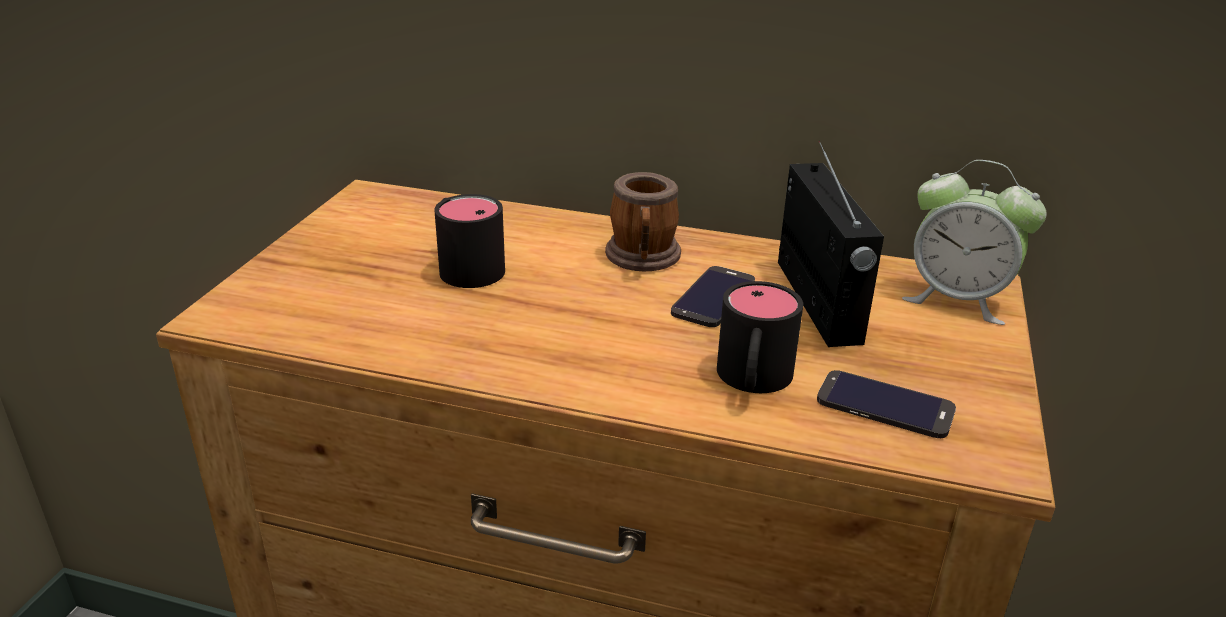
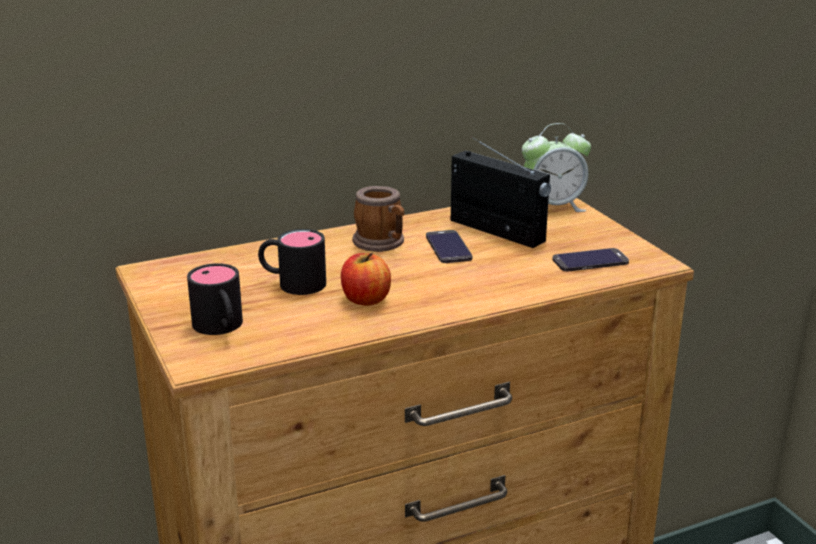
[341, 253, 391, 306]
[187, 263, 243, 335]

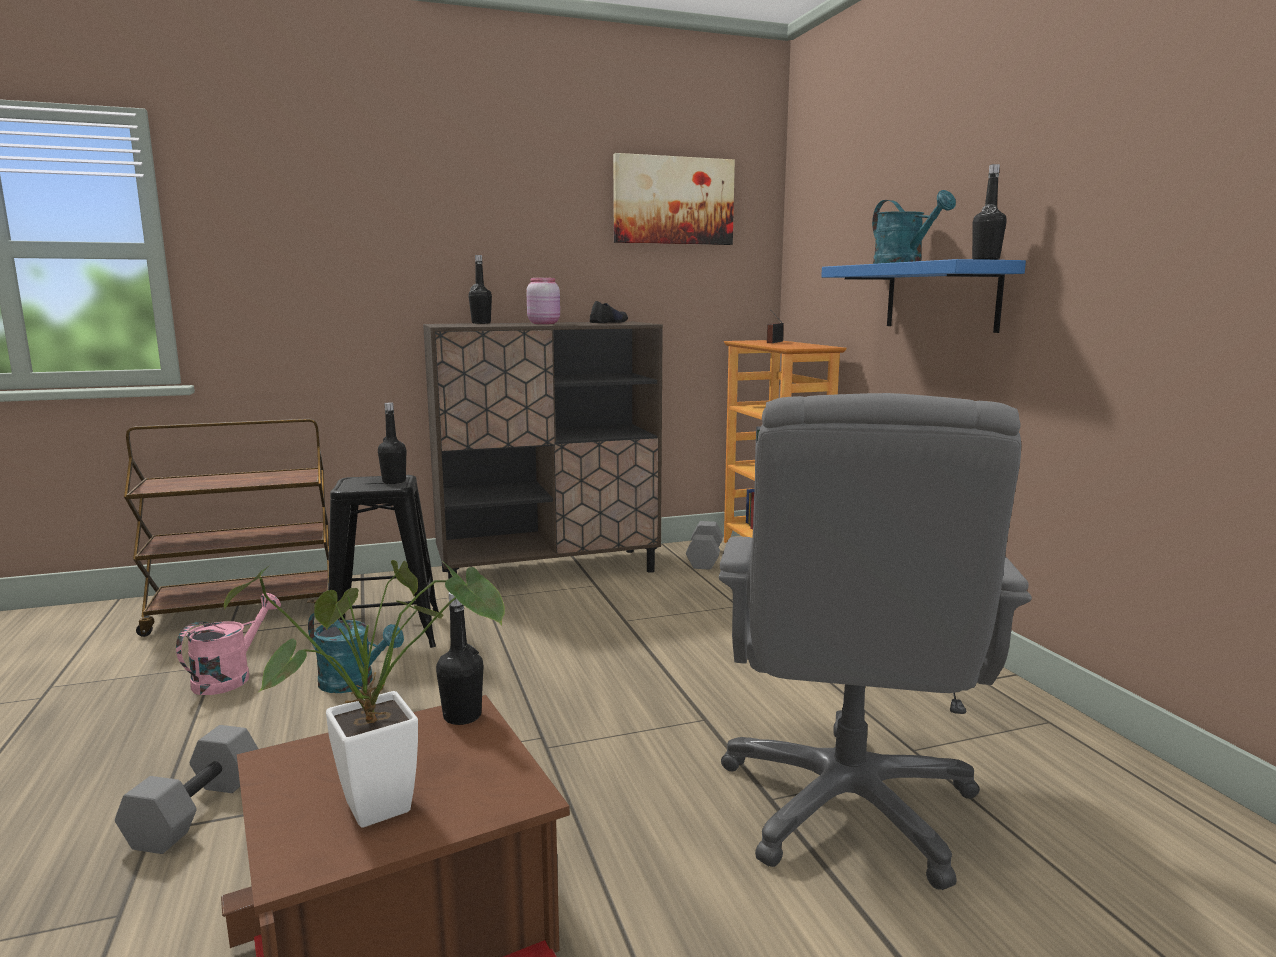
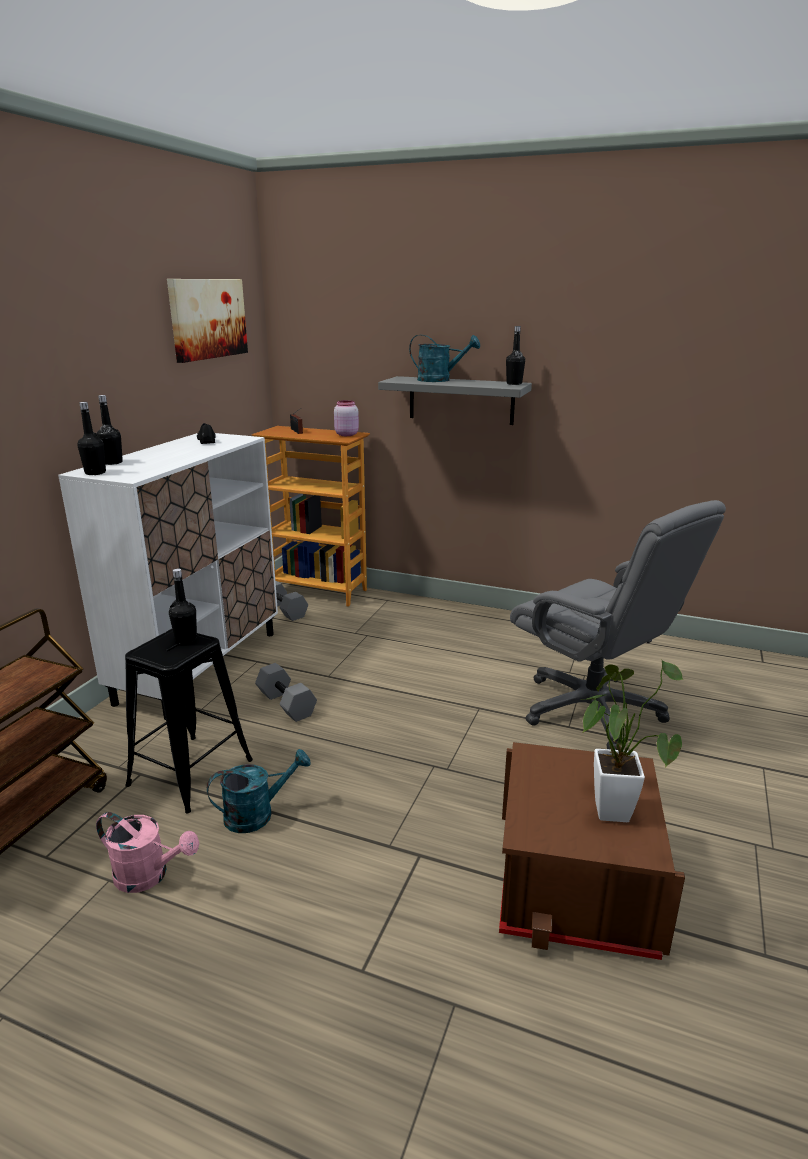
[255, 663, 317, 722]
[78, 402, 106, 475]
[334, 400, 359, 436]
[58, 433, 278, 720]
[378, 376, 532, 425]
[96, 812, 199, 893]

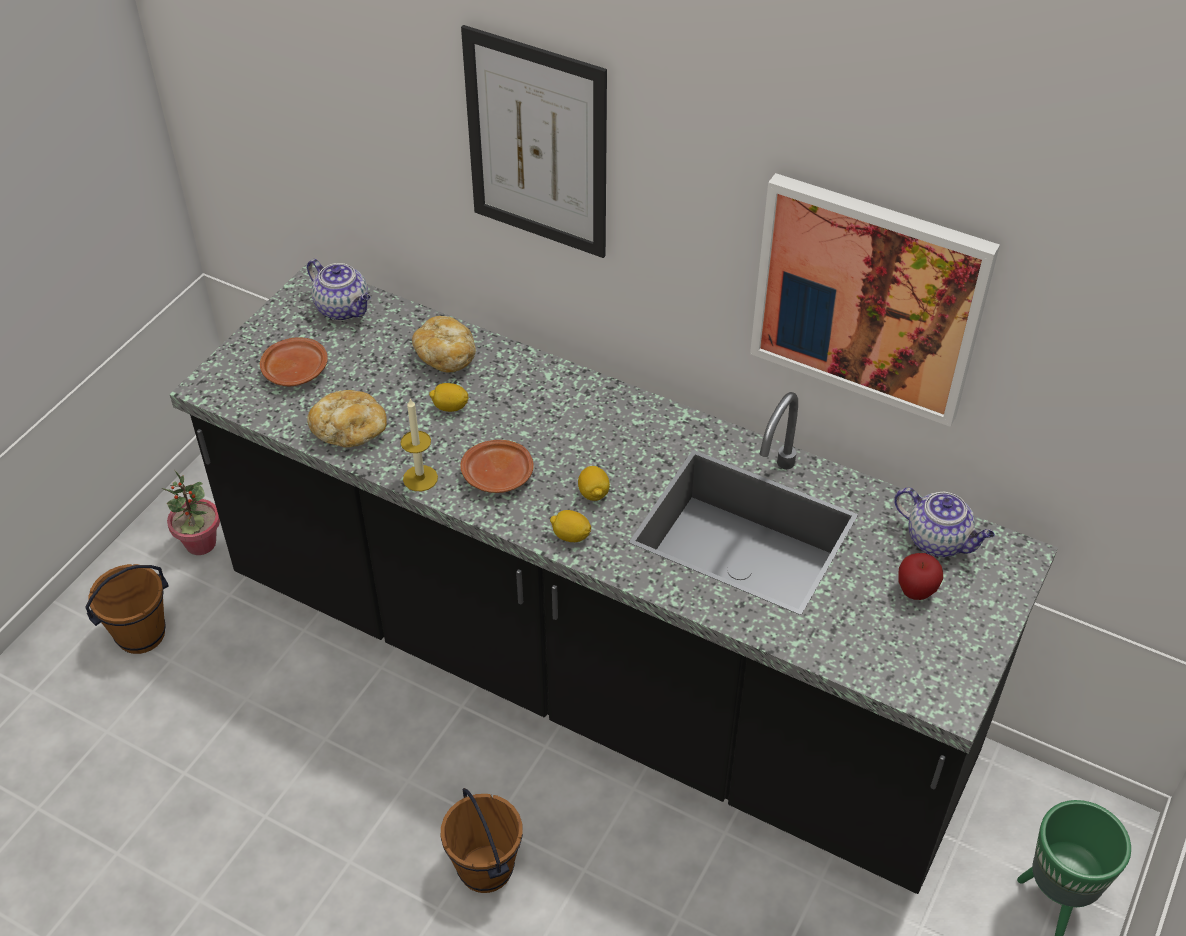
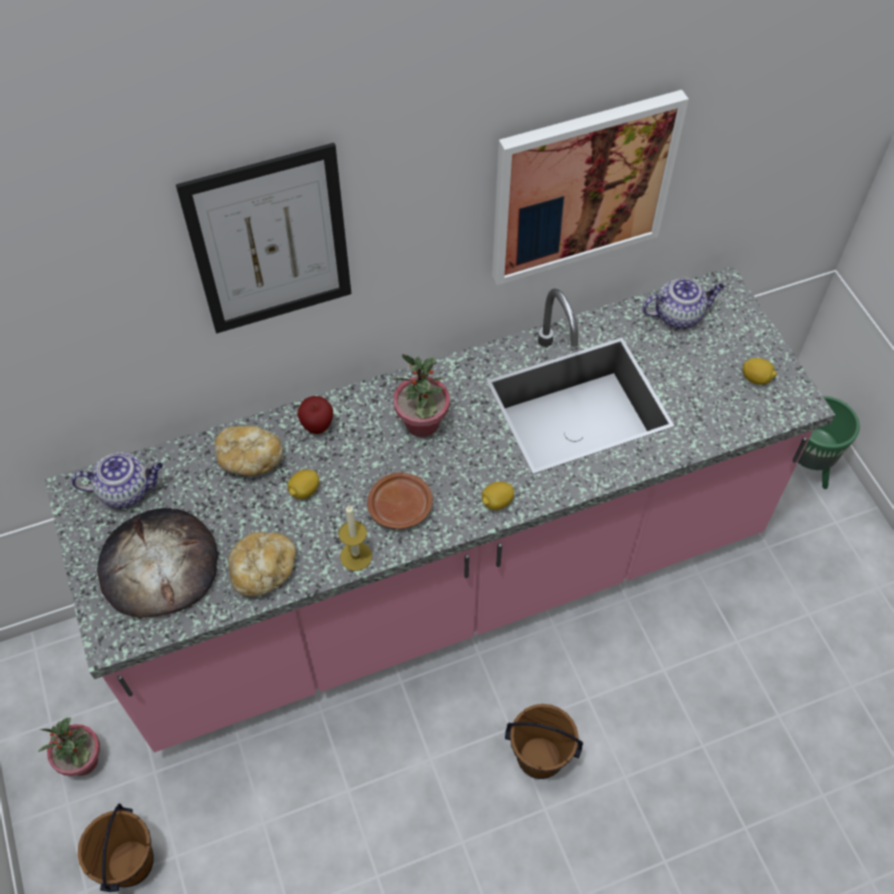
[392, 354, 450, 437]
[743, 358, 777, 385]
[297, 396, 333, 434]
[97, 508, 218, 618]
[45, 266, 835, 752]

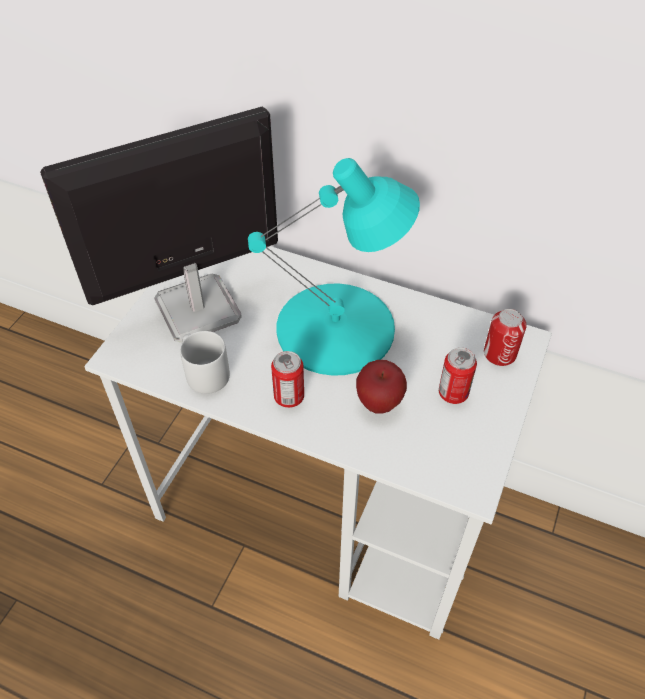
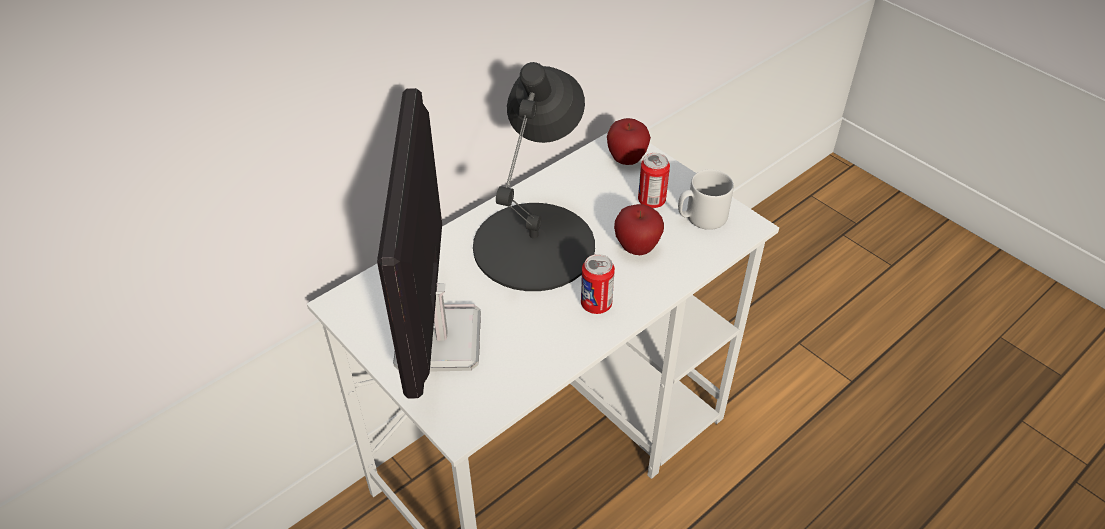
[678, 169, 734, 230]
[607, 118, 651, 165]
[473, 62, 595, 291]

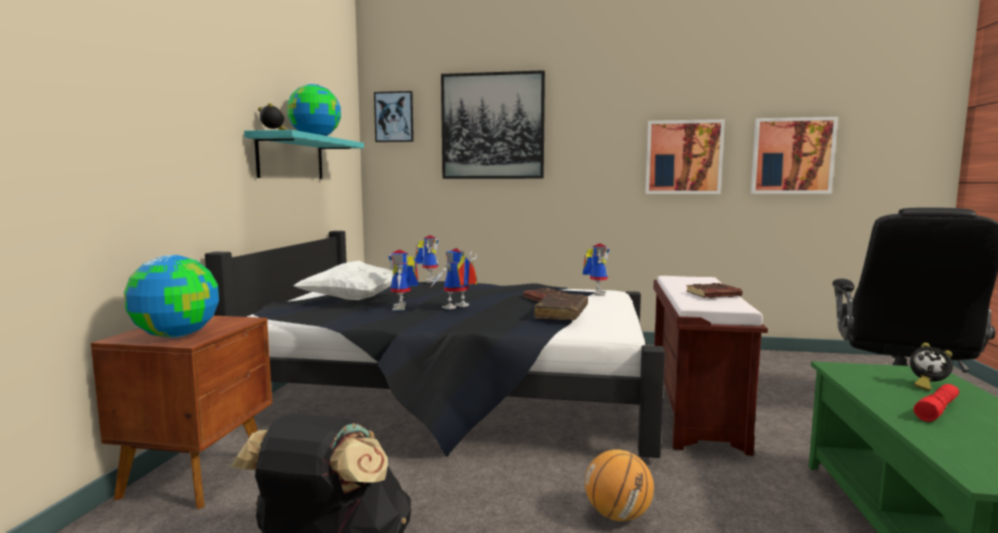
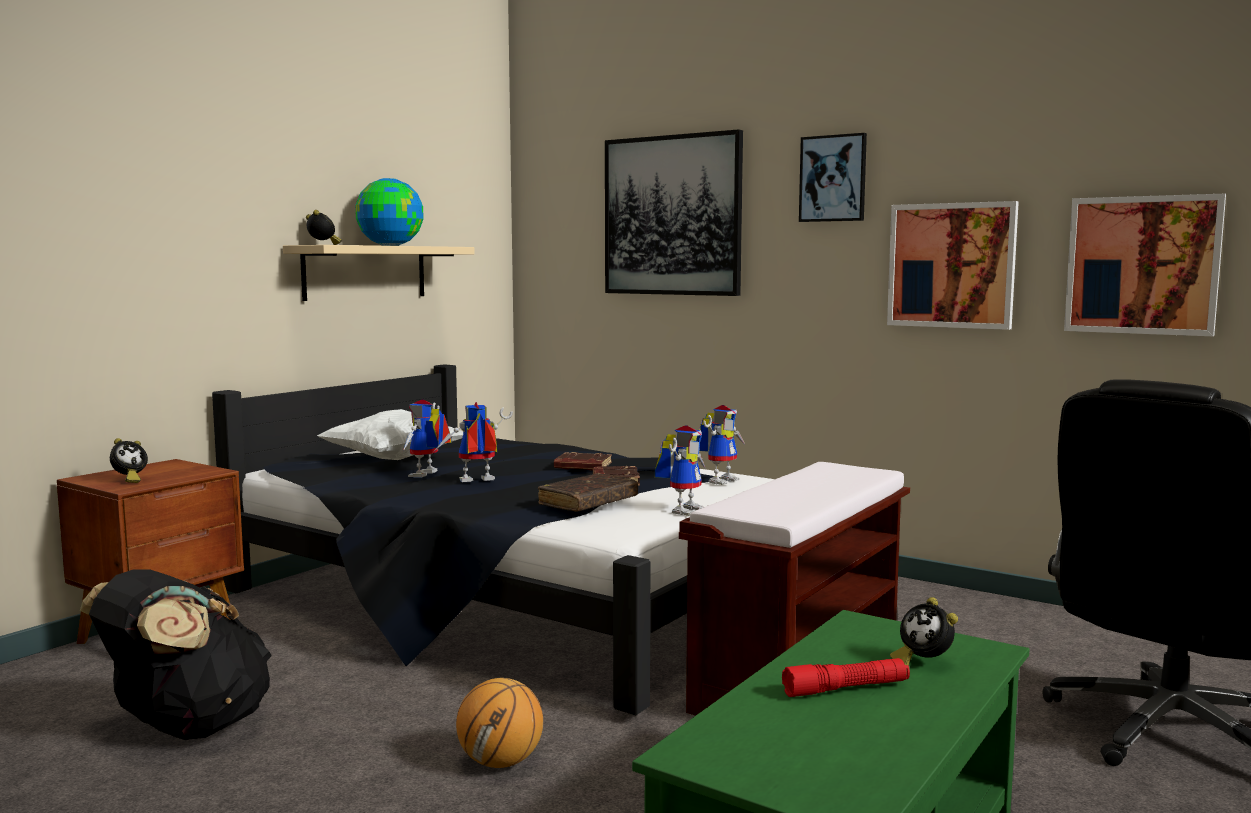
[799, 133, 867, 222]
[655, 425, 706, 516]
[554, 452, 612, 470]
[110, 438, 148, 483]
[283, 245, 475, 301]

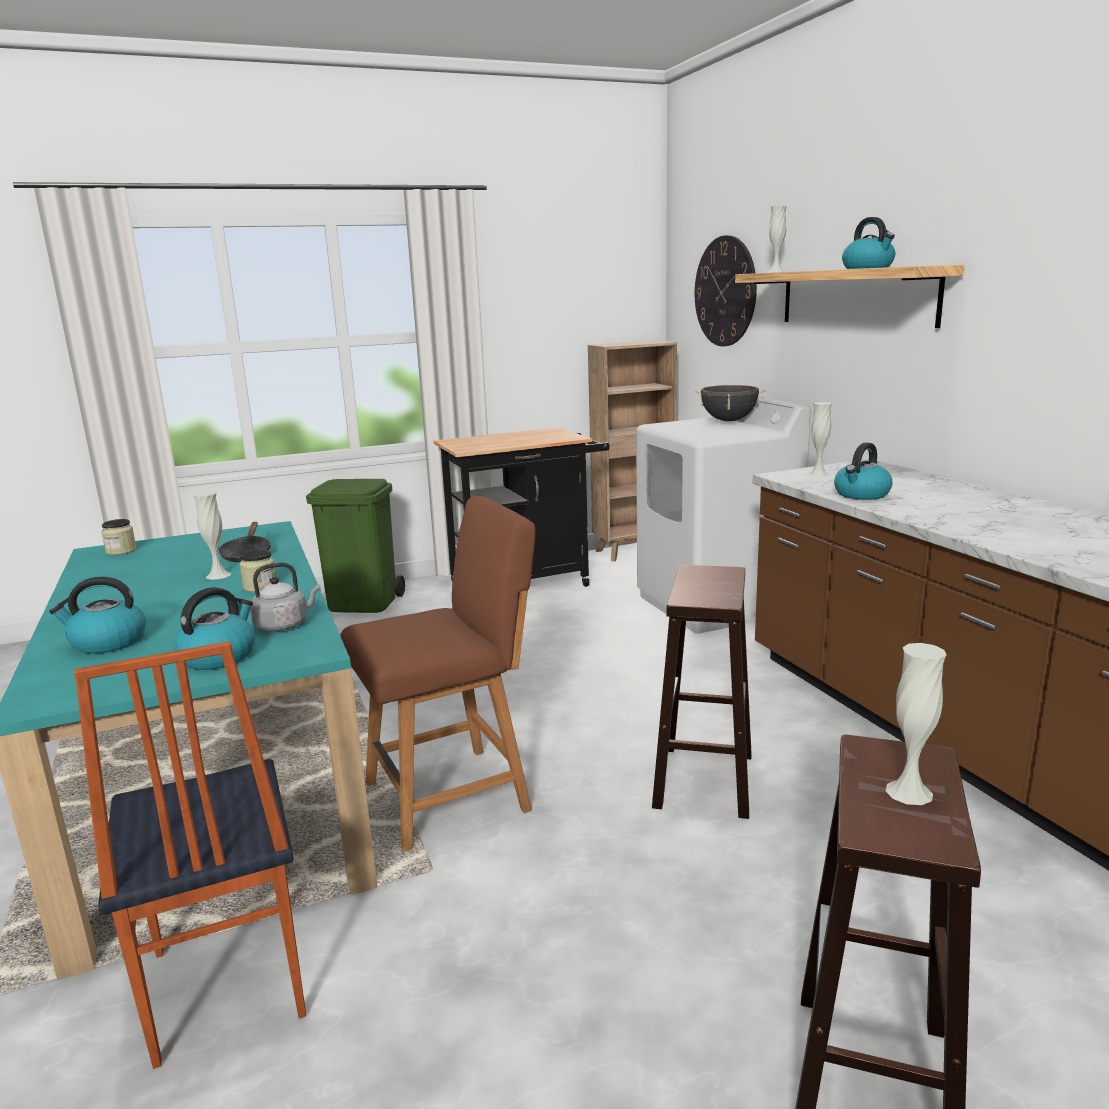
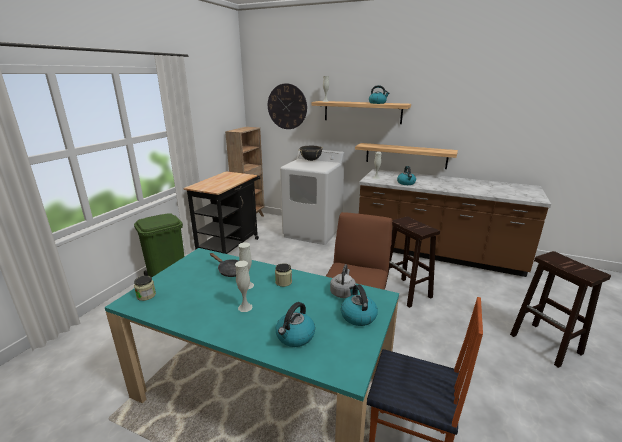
[355, 143, 458, 169]
[235, 261, 253, 312]

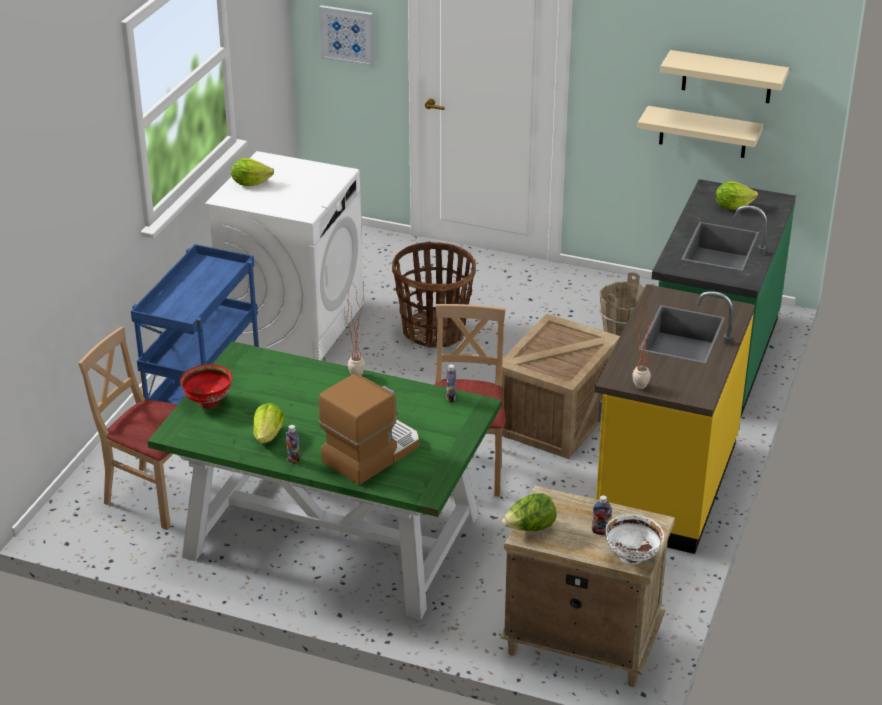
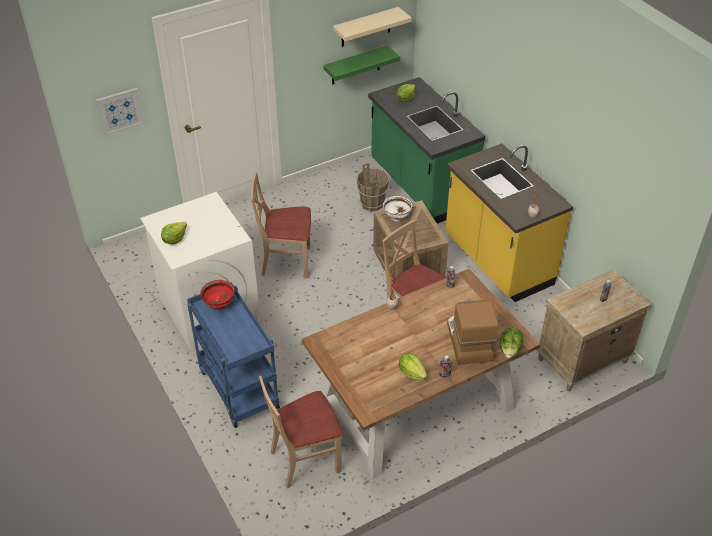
[200, 280, 235, 309]
[500, 327, 523, 359]
[383, 196, 412, 221]
[251, 172, 311, 278]
[302, 269, 540, 479]
[323, 45, 400, 85]

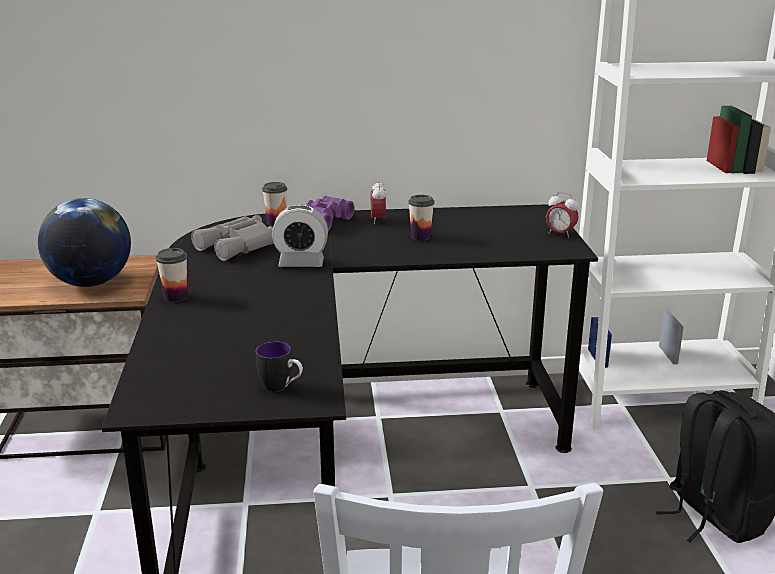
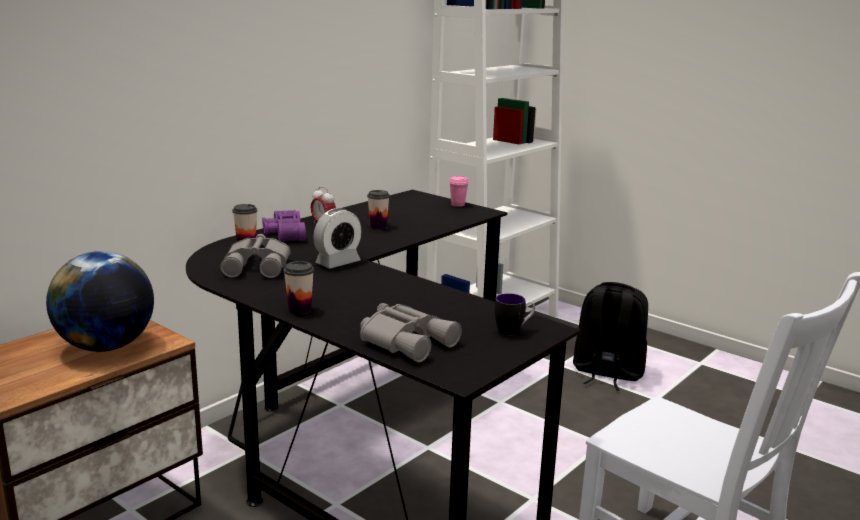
[360, 303, 462, 362]
[449, 176, 469, 207]

